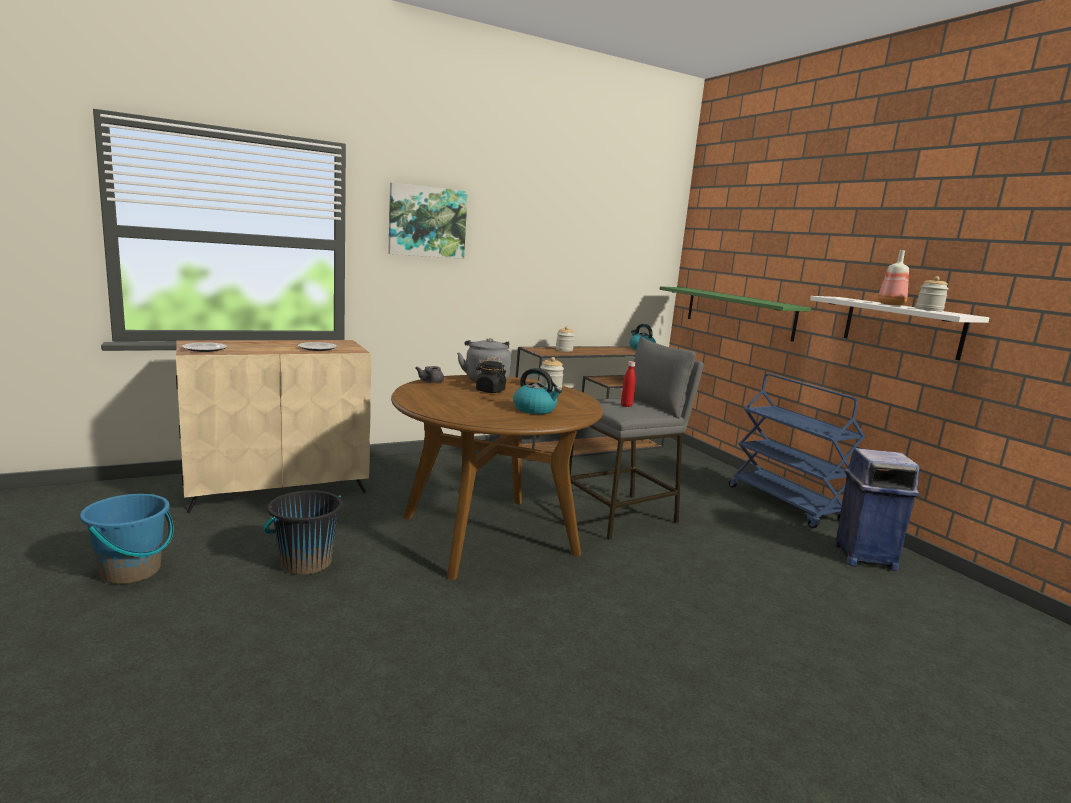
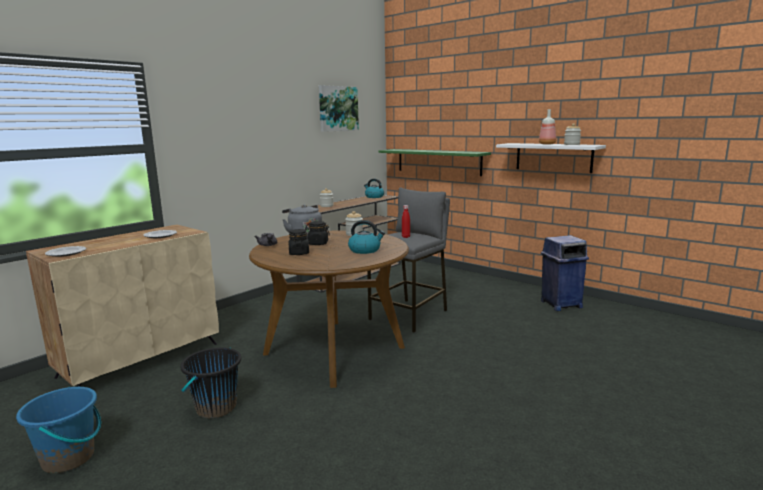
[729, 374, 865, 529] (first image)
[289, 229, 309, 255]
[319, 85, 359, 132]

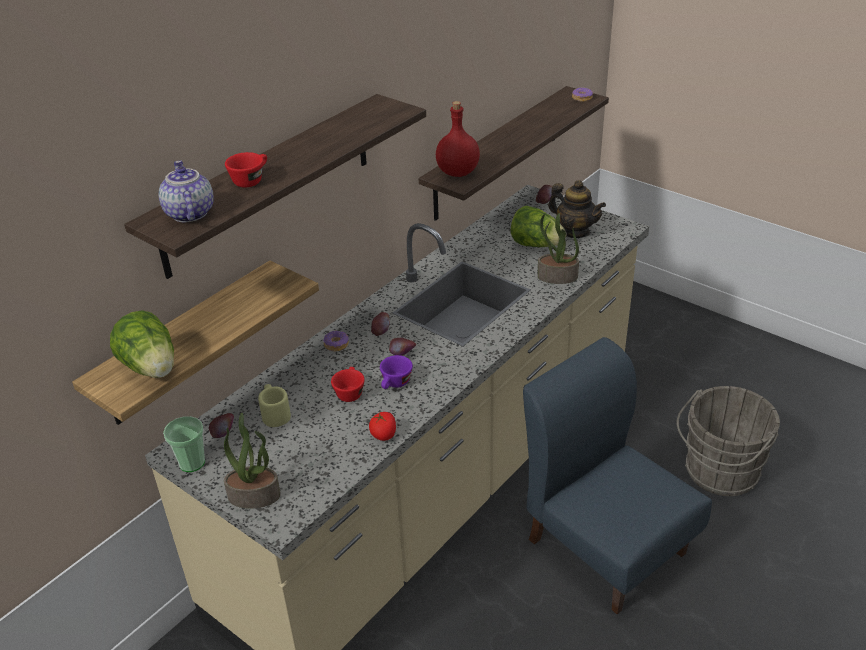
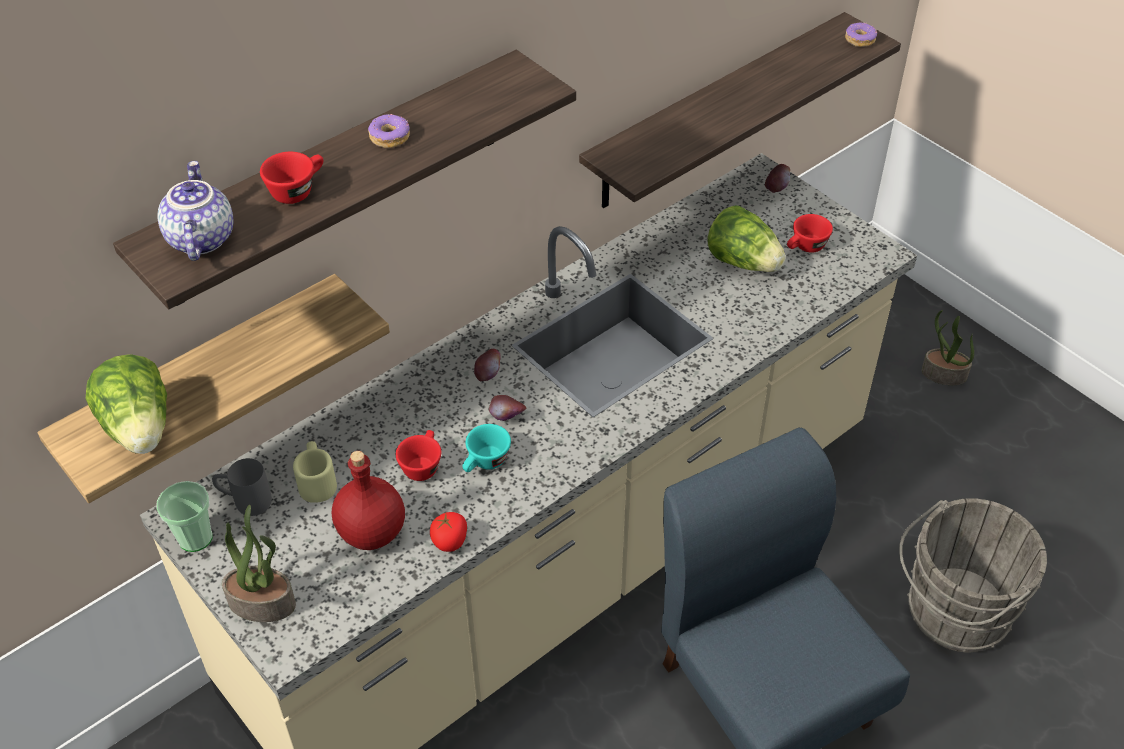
[368, 114, 410, 148]
[332, 451, 405, 550]
[921, 310, 974, 385]
[212, 458, 272, 516]
[787, 214, 833, 253]
[462, 424, 511, 472]

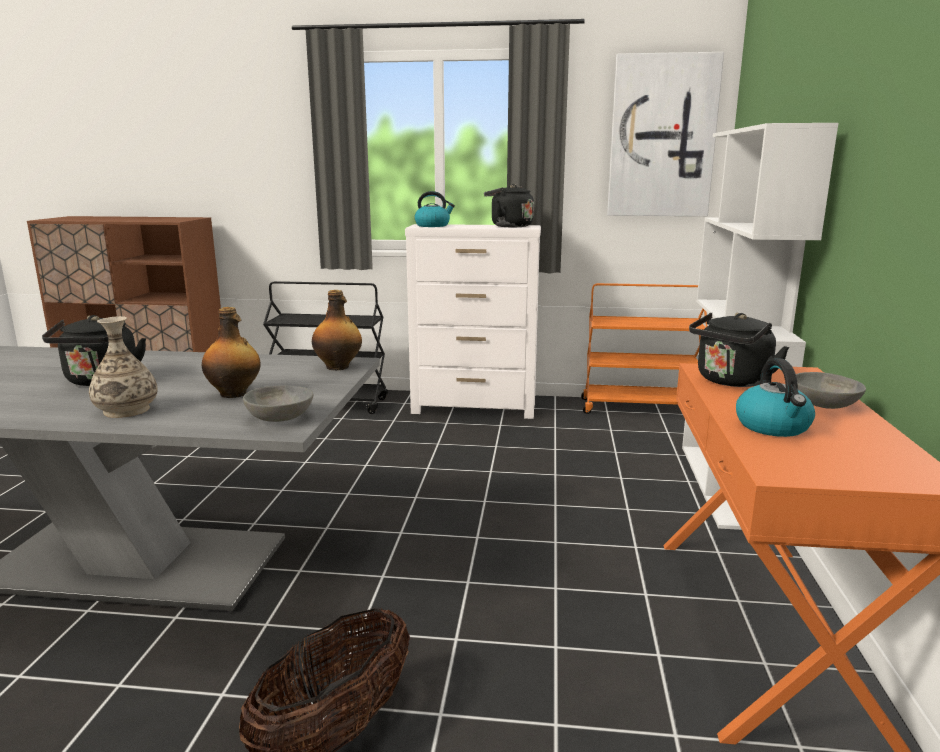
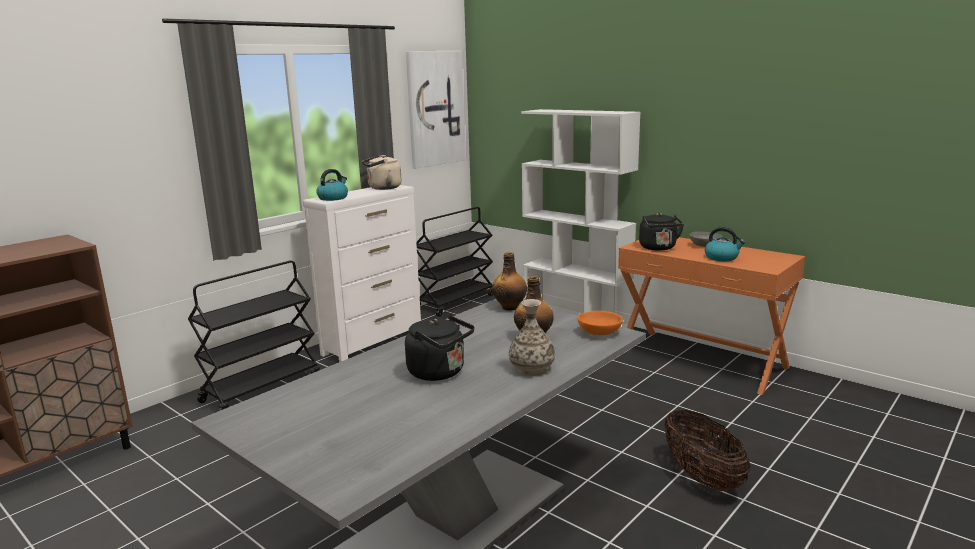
[577, 311, 623, 335]
[362, 155, 402, 190]
[416, 207, 493, 317]

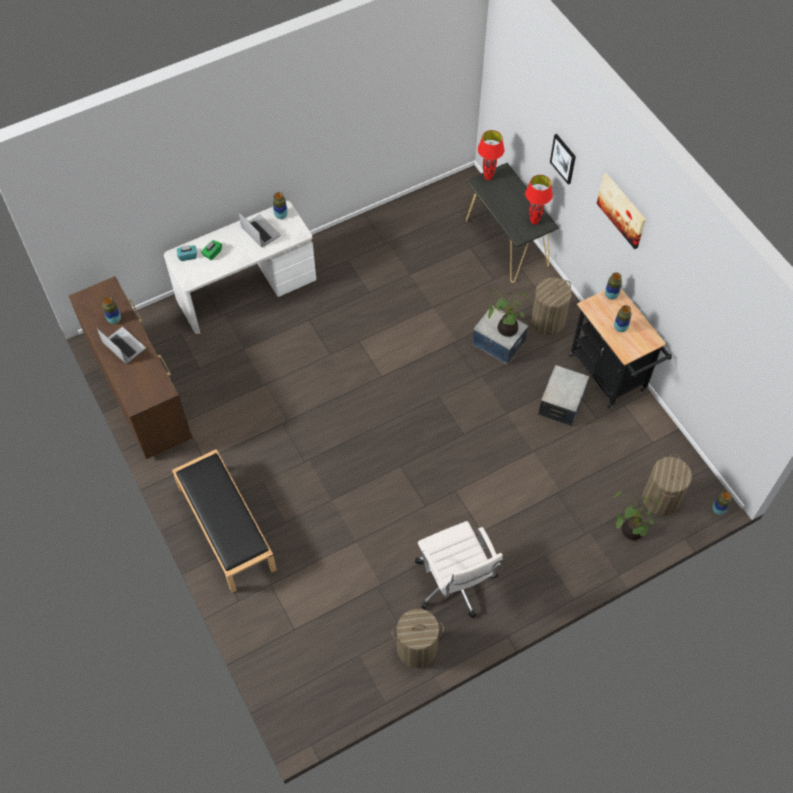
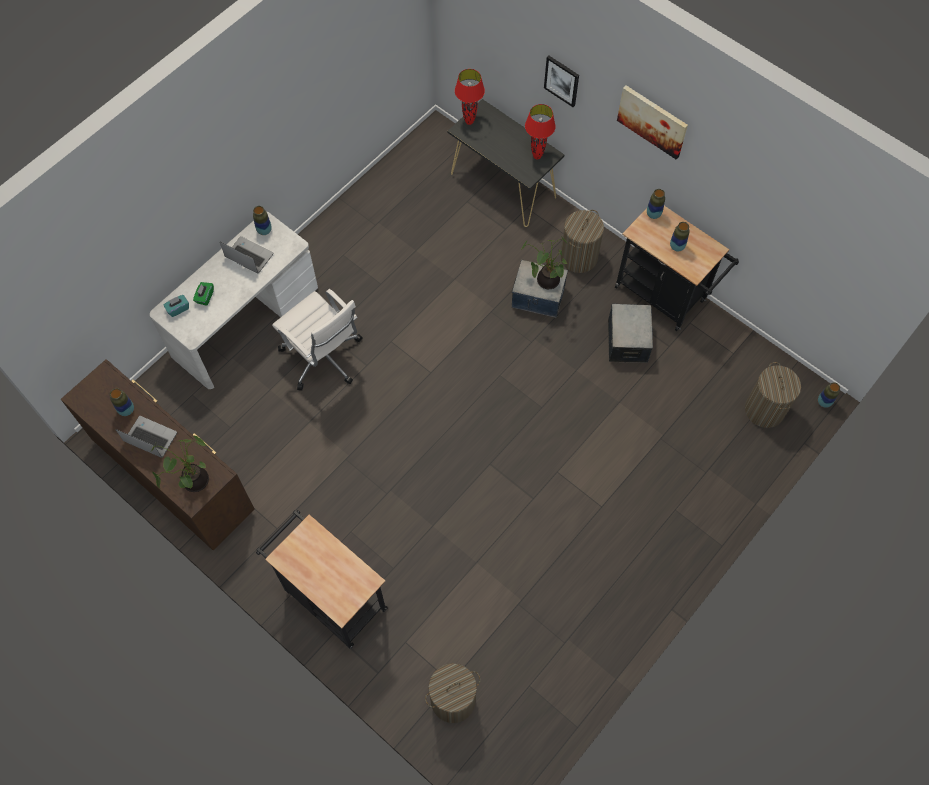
[425, 663, 481, 723]
[272, 289, 363, 391]
[151, 436, 209, 492]
[256, 510, 388, 649]

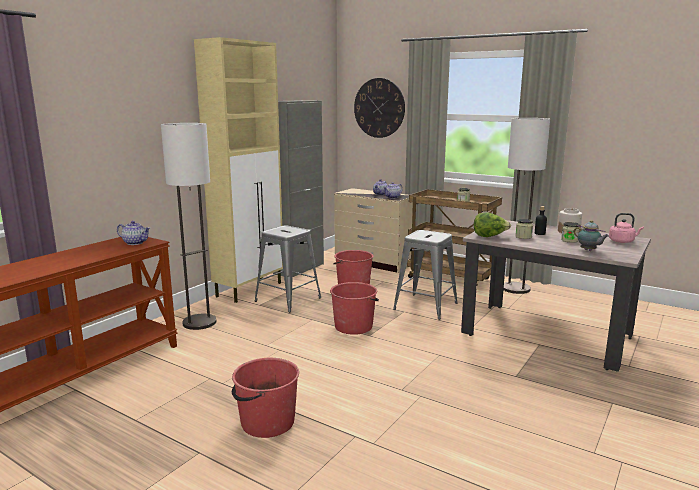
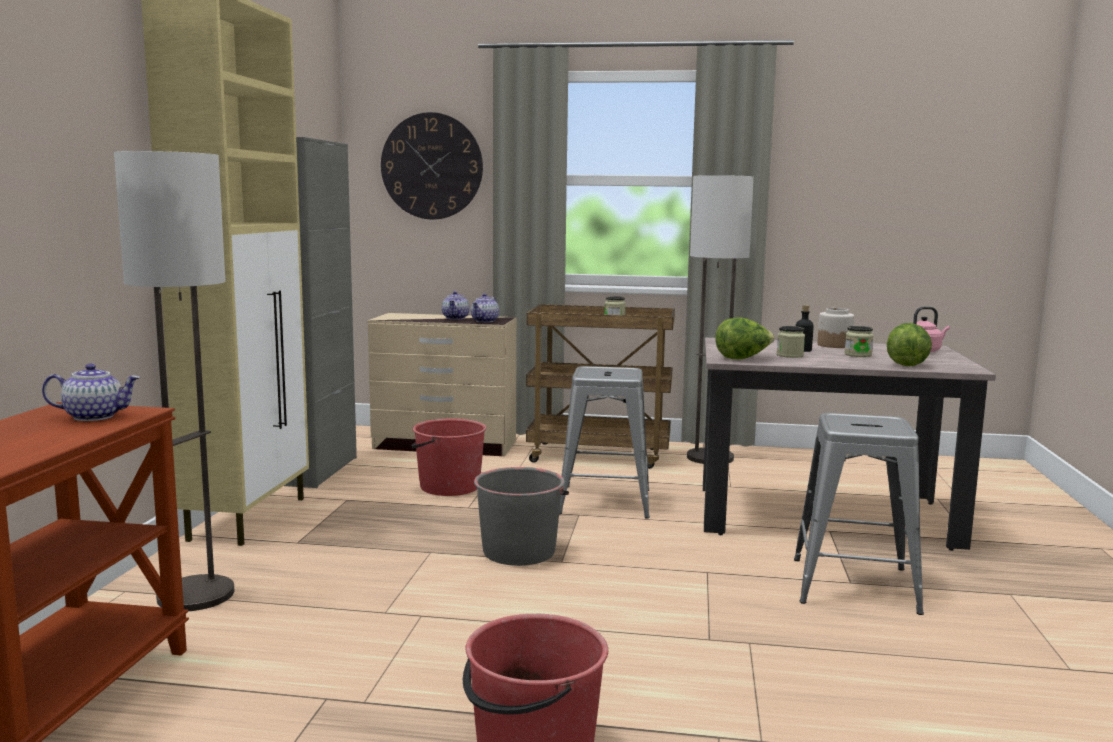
[794, 413, 924, 615]
[887, 323, 932, 366]
[474, 467, 569, 566]

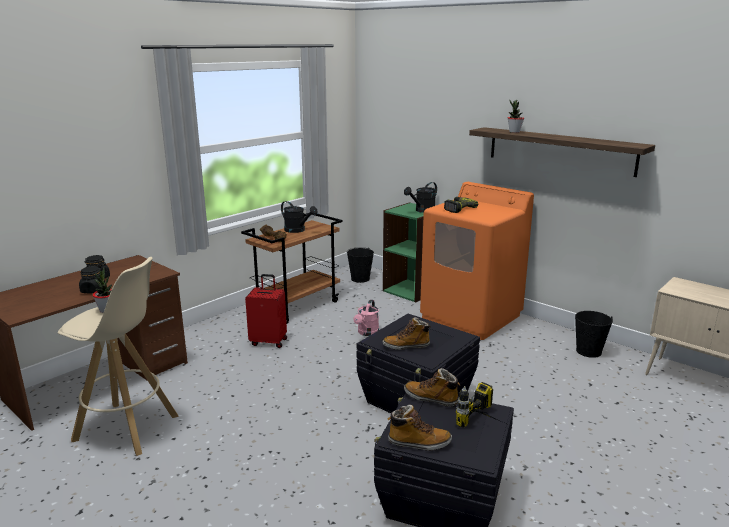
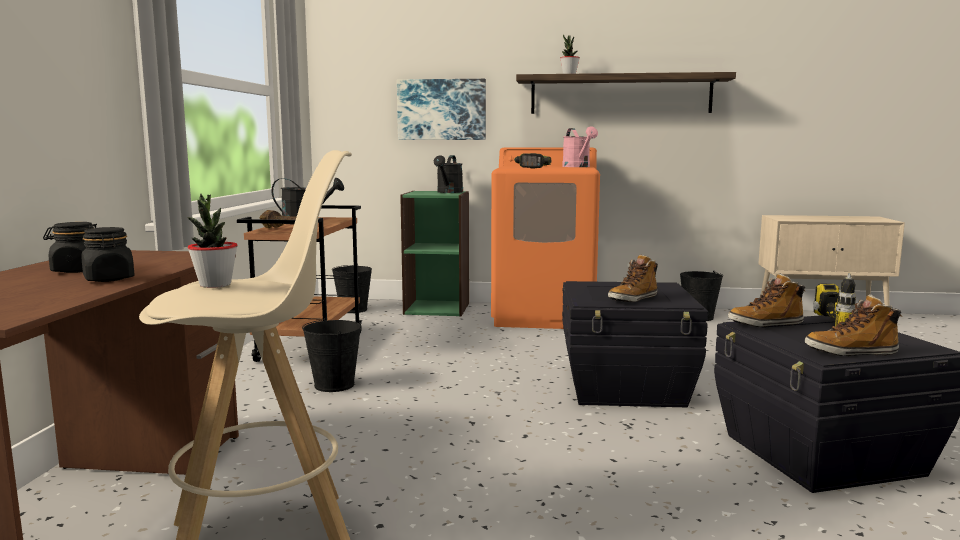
[397, 79, 486, 140]
[562, 126, 598, 167]
[302, 318, 361, 392]
[805, 294, 902, 356]

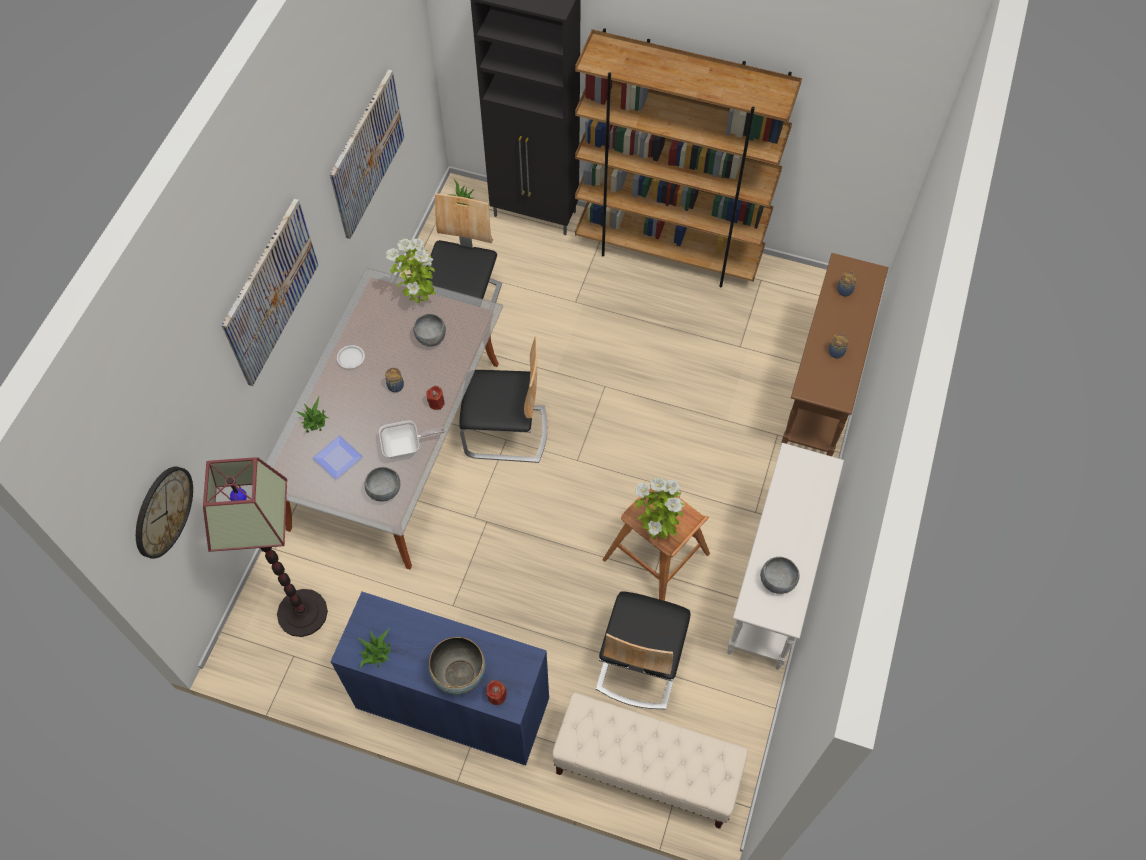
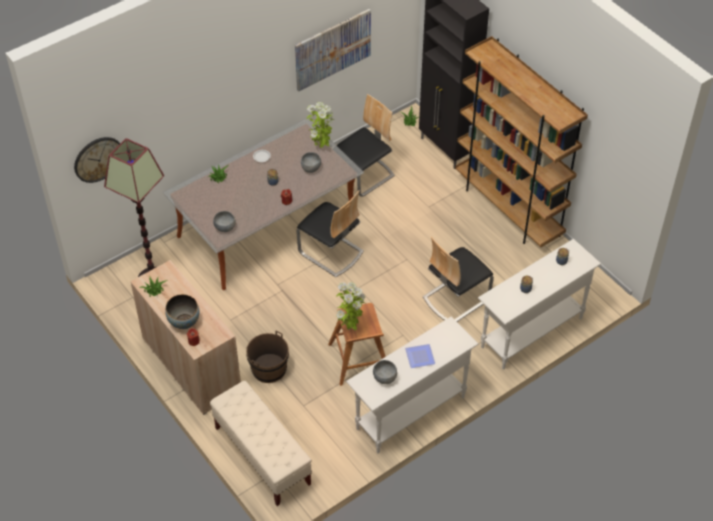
[221, 199, 318, 386] (first image)
[379, 421, 445, 459] (first image)
[246, 331, 289, 383]
[405, 344, 435, 368]
[423, 237, 494, 322]
[130, 260, 241, 415]
[478, 239, 601, 370]

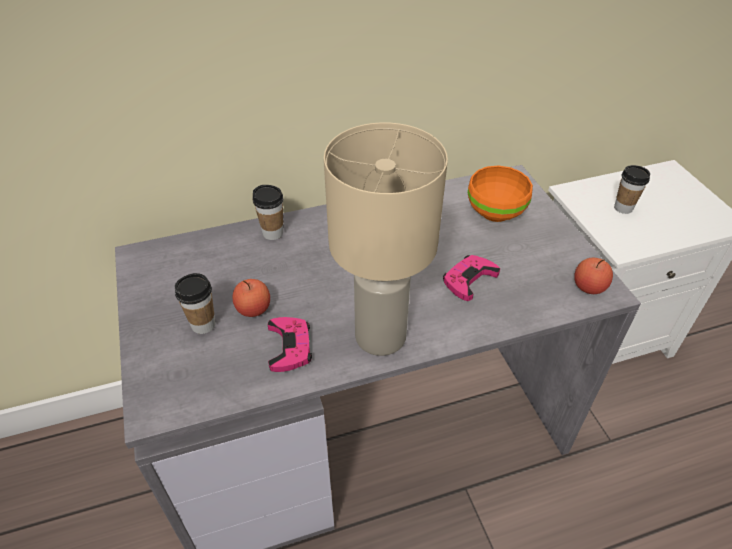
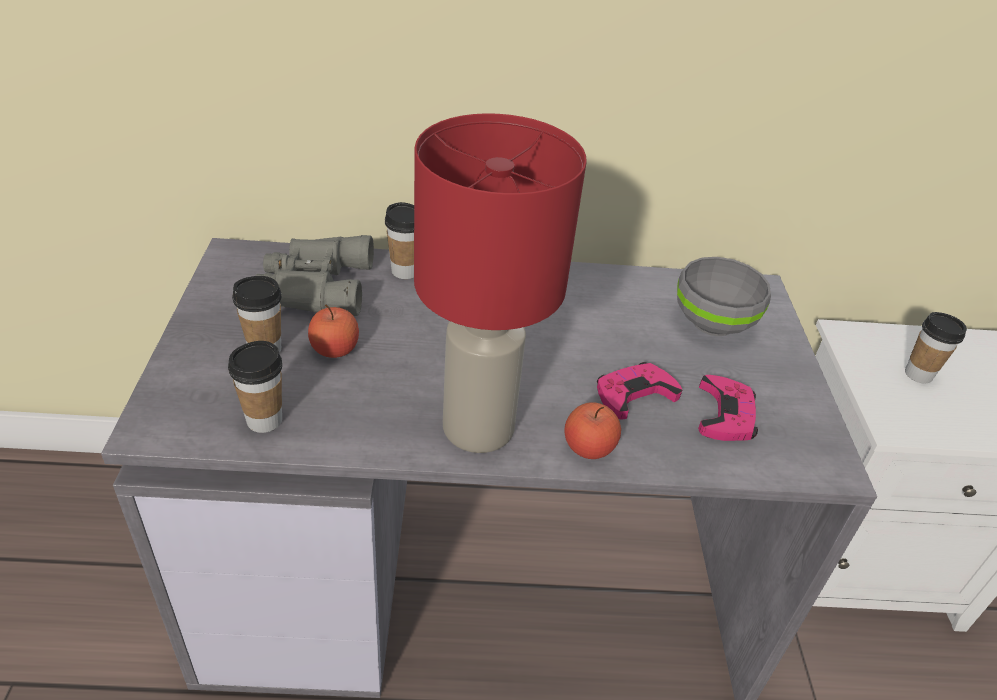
[228, 341, 282, 433]
[256, 235, 374, 316]
[698, 375, 758, 441]
[564, 402, 621, 459]
[414, 113, 587, 453]
[677, 257, 771, 336]

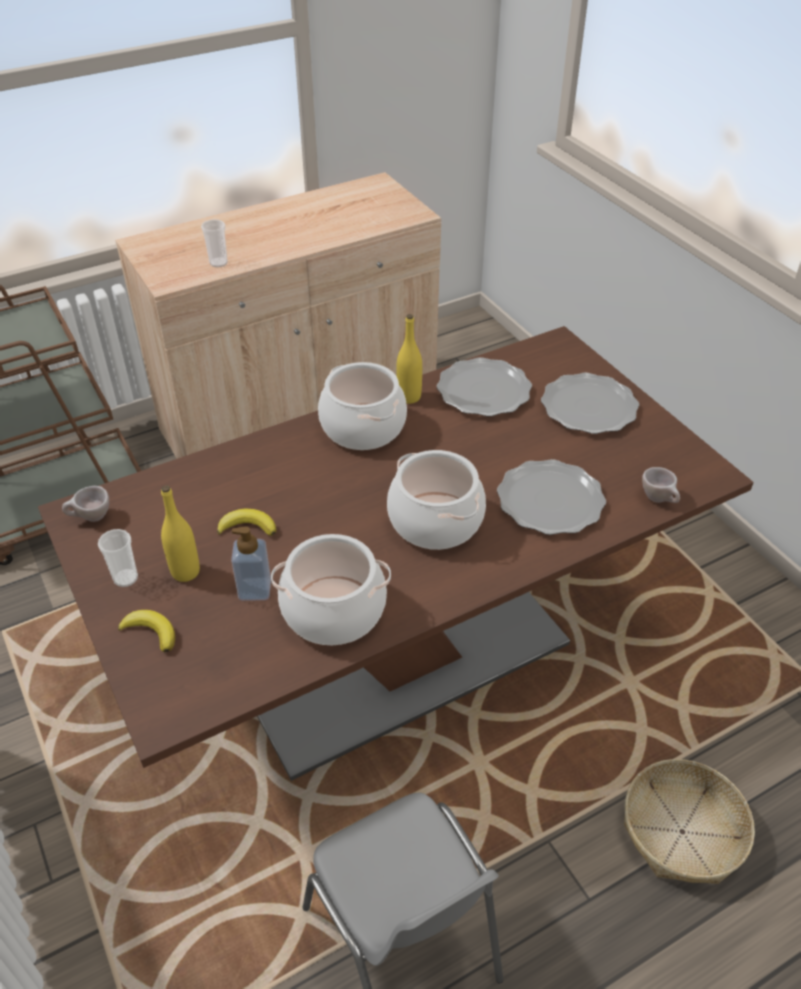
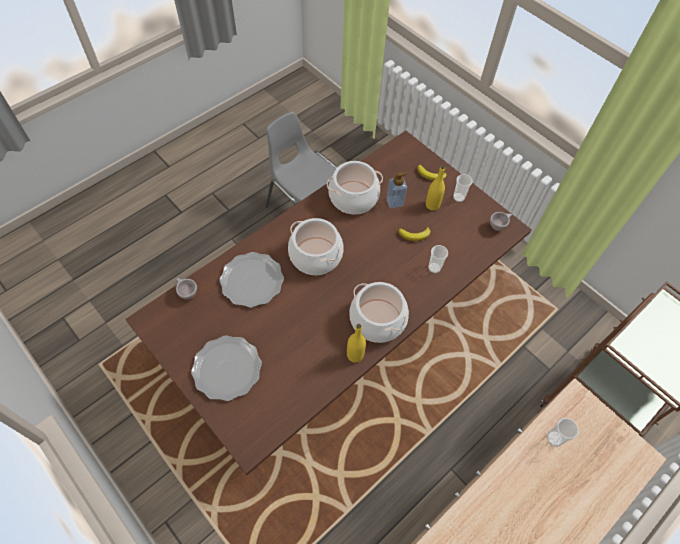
[437, 357, 532, 416] (first image)
[624, 759, 755, 884] (first image)
[428, 245, 448, 273]

